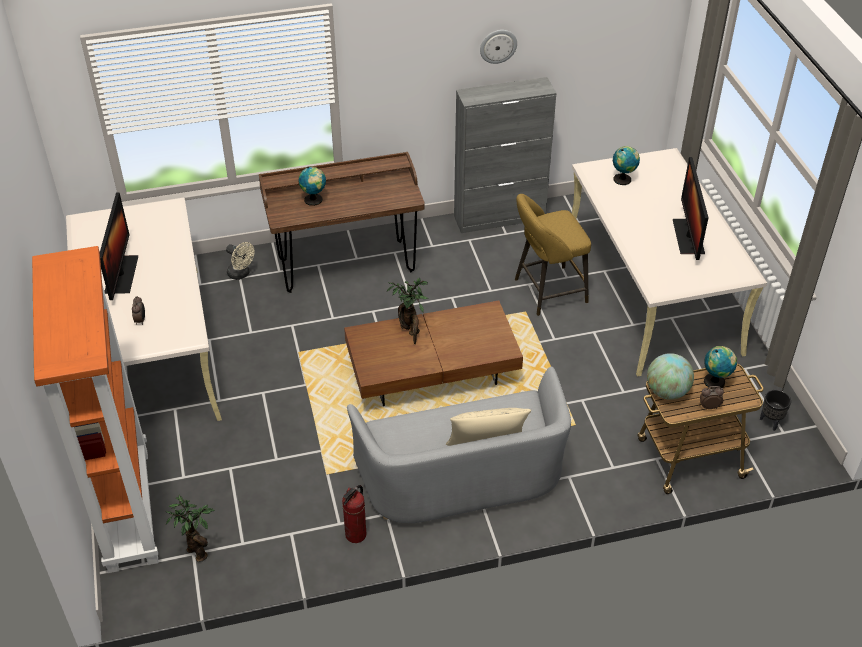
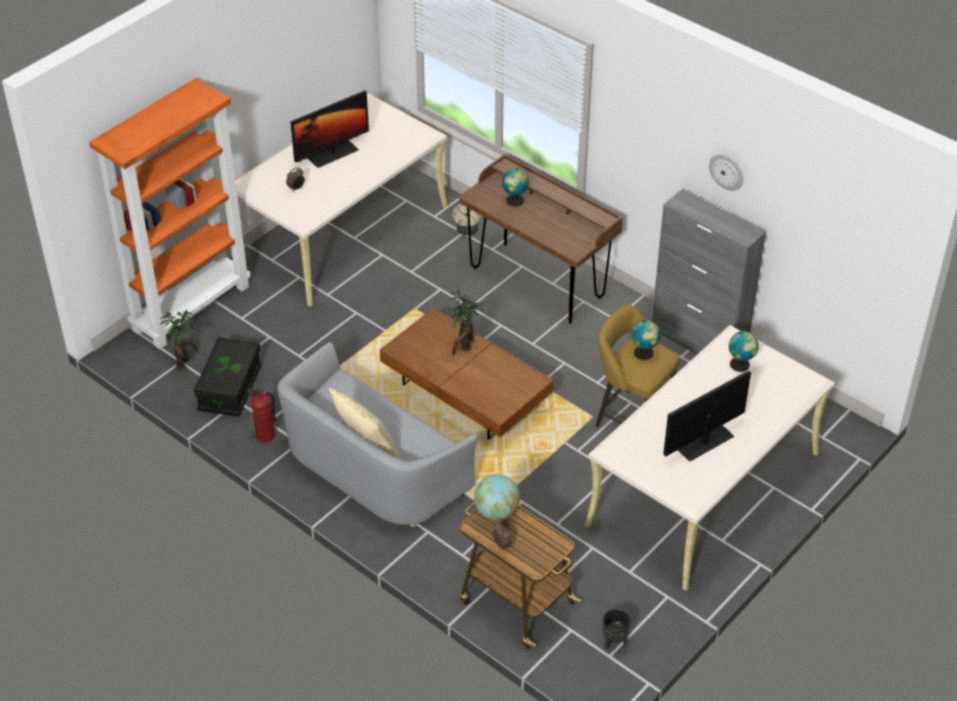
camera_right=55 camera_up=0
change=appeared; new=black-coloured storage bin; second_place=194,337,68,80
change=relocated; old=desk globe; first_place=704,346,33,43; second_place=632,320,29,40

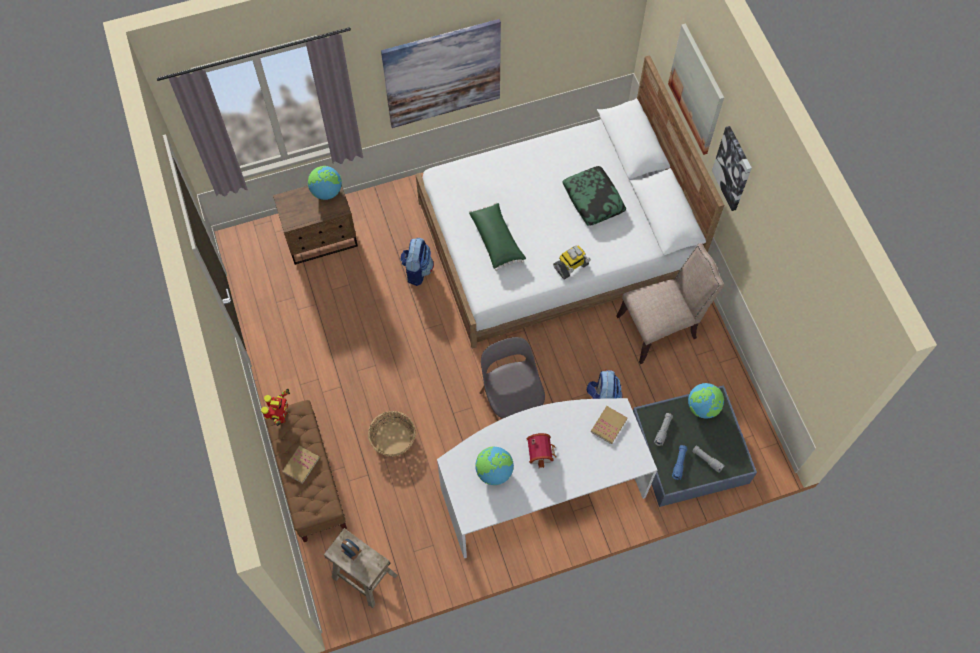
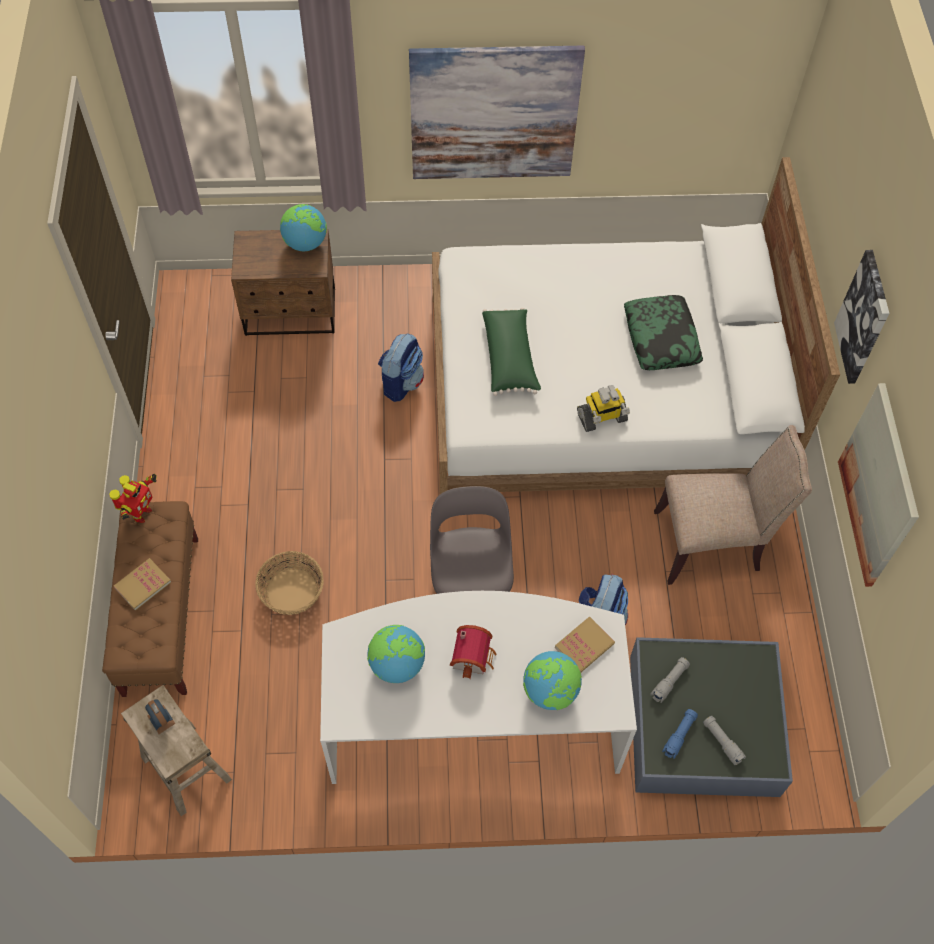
camera_right=15 camera_up=-5
change=relocated; old=desk globe; first_place=688,383,36,36; second_place=523,651,59,59
change=relocated; old=wall art; first_place=668,23,56,132; second_place=838,383,81,204

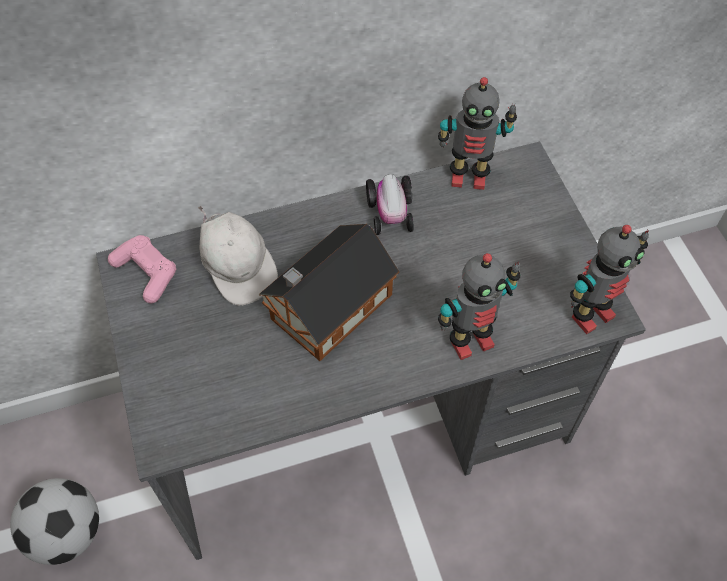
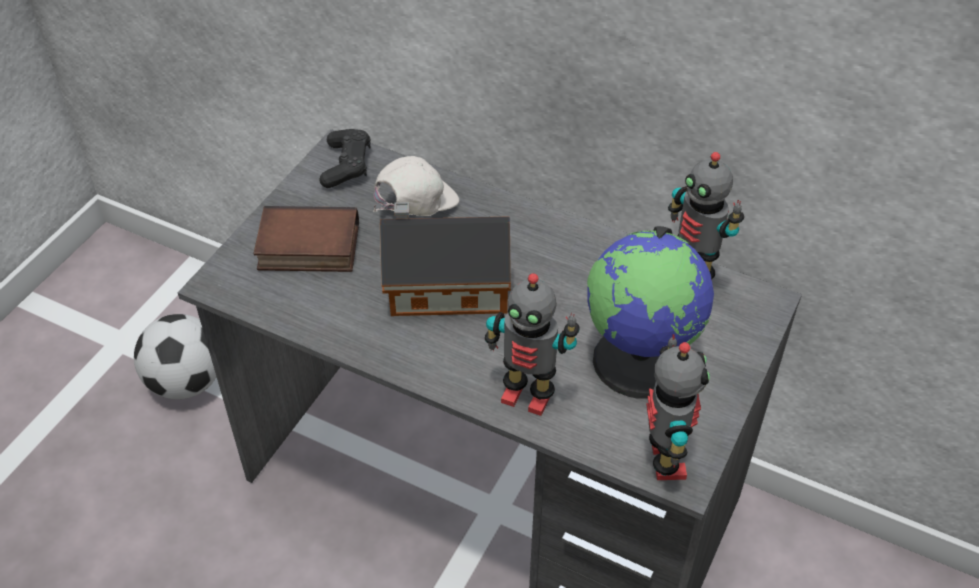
camera_right=45 camera_up=-10
change=appeared; new=book; second_place=254,206,105,66
change=colour; old=pink-coloured game controller; new=black-coloured game controller; first_place=108,235,68,68; second_place=319,129,52,59
change=spun; old=white cap; first_place=198,206,80,100; second_place=373,156,87,60; degrees=-150
change=appeared; new=desk globe; second_place=587,226,127,172
change=spun; old=model robot; first_place=570,225,79,109; second_place=646,334,64,146; degrees=-105
change=missing; old=model car; first_place=366,174,48,61

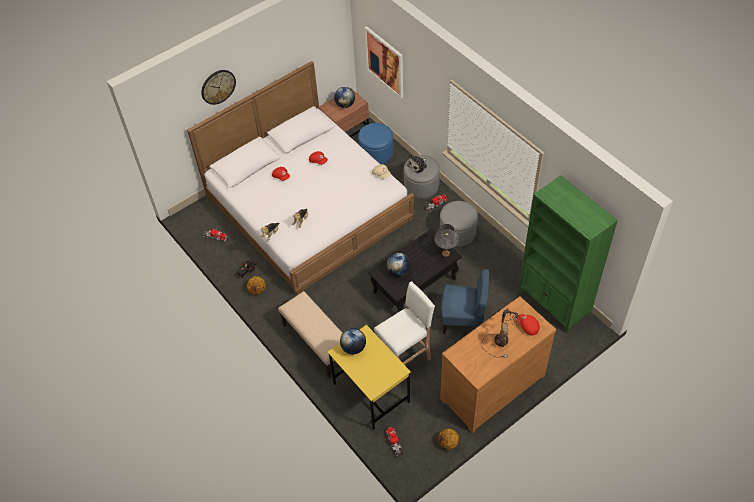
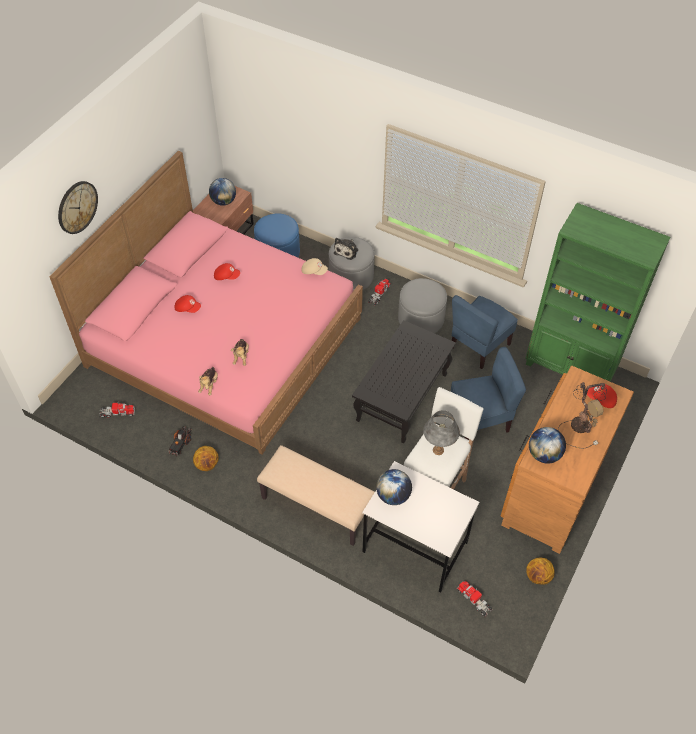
camera_right=-25 camera_up=0
change=colour; old=white bed; new=pink-coloured bed; first_place=187,61,227,234; second_place=49,151,314,303
change=colour; old=yellowish desk unit; new=white desk unit; first_place=328,325,83,105; second_place=362,461,117,132
change=relocated; old=gray lamp for a table; first_place=434,224,25,33; second_place=423,410,37,45
change=appeared; new=bluish upright chair; second_place=452,295,66,74
change=relocated; old=desk globe; first_place=387,253,24,24; second_place=529,427,37,37
change=missing; old=wall art; first_place=364,26,39,72

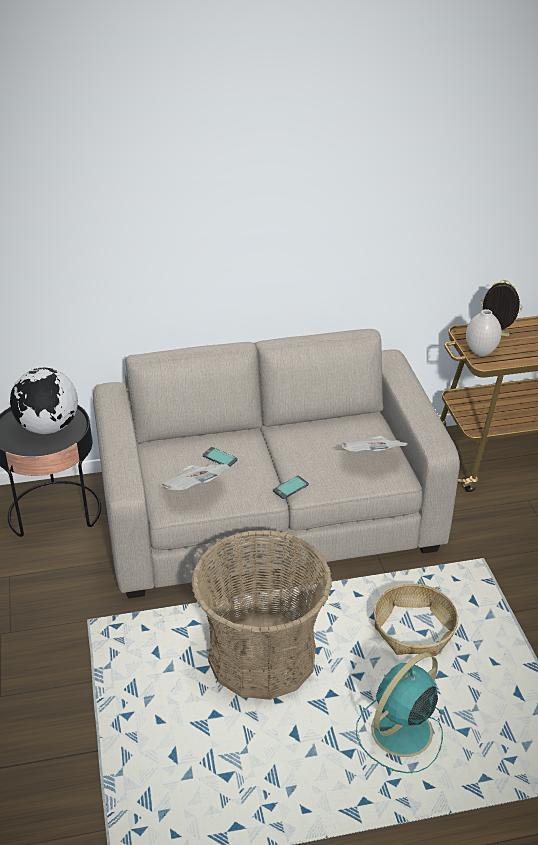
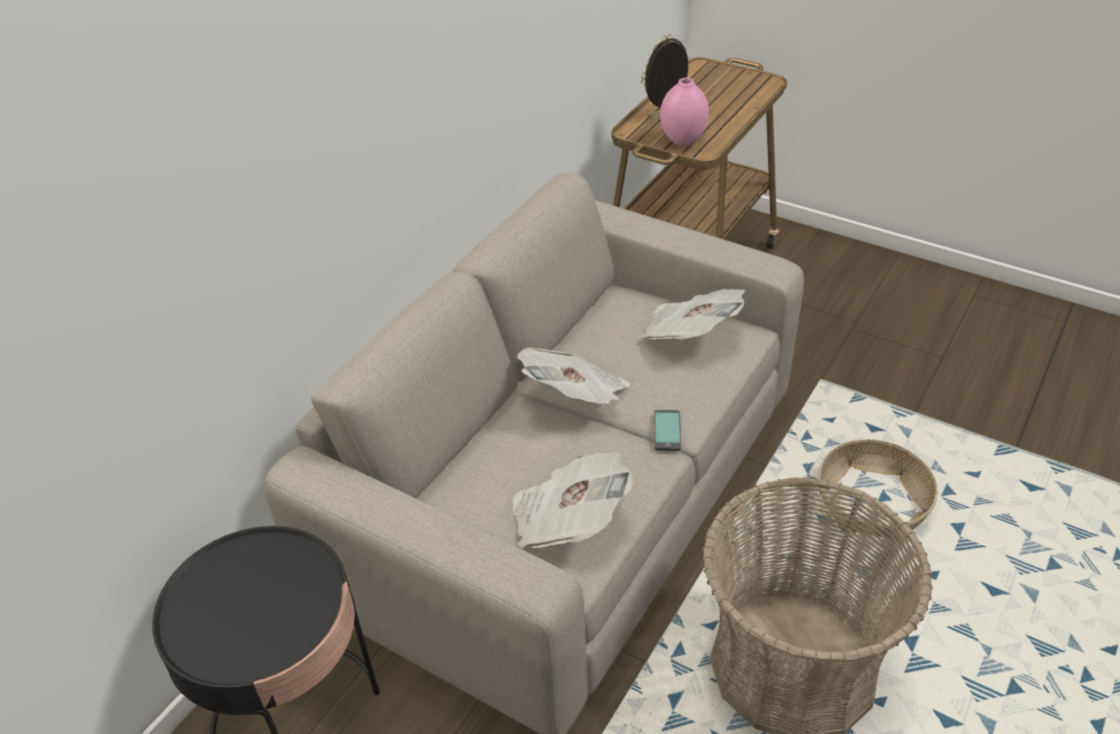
camera_right=-45 camera_up=5
change=appeared; new=newspaper; second_place=517,347,113,58
change=colour; old=white decorative vase; new=pink-coloured decorative vase; first_place=466,309,36,47; second_place=660,78,49,68
change=missing; old=desk globe; first_place=10,368,68,66
change=missing; old=telephone; first_place=203,447,35,20
change=missing; old=turquoise-coloured cooling fan; first_place=356,653,89,120

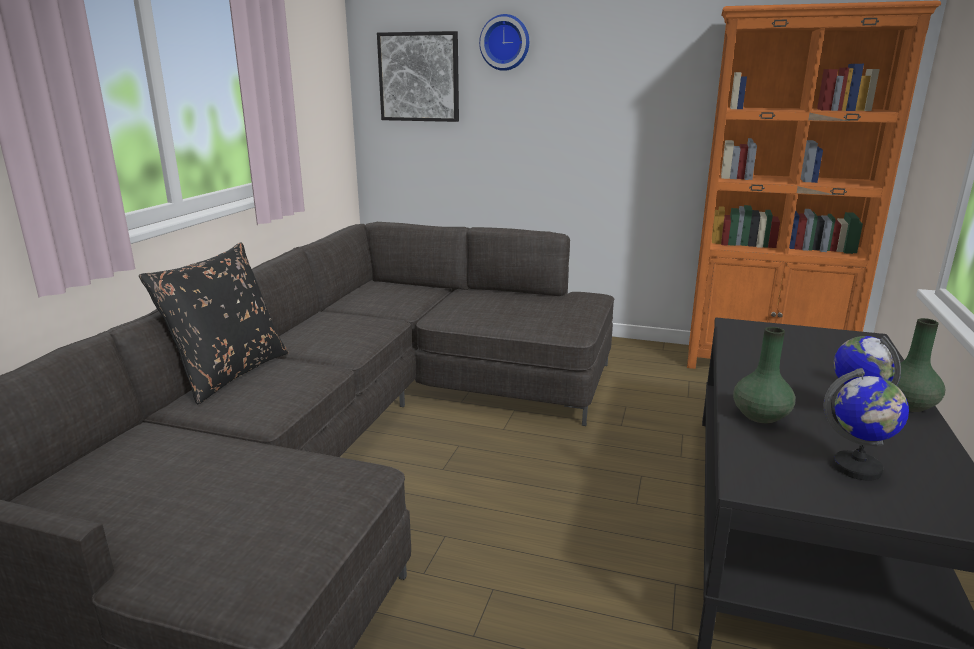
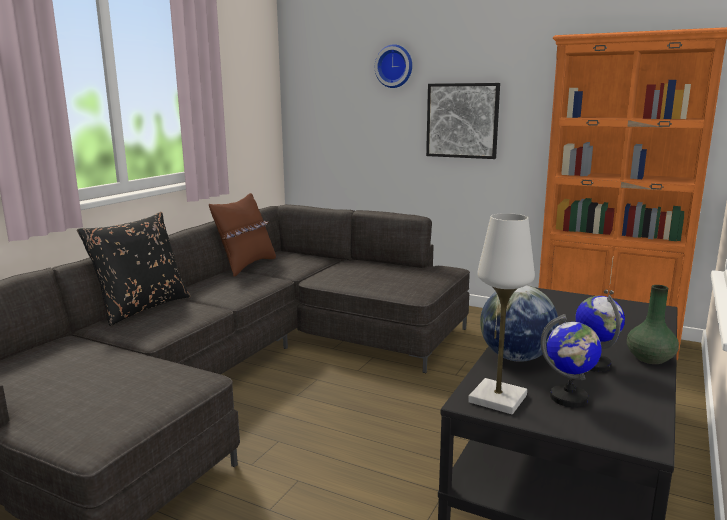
camera_right=10 camera_up=-5
change=appeared; new=brownish throw pillow; second_place=209,193,67,84
change=relocated; old=wall art; first_place=377,31,82,91; second_place=426,83,74,76
change=appeared; new=white lamp for a table; second_place=468,213,67,201
change=exchanged; old=green-coloured decorative vase; new=desk globe; first_place=733,327,62,96; second_place=480,285,79,77

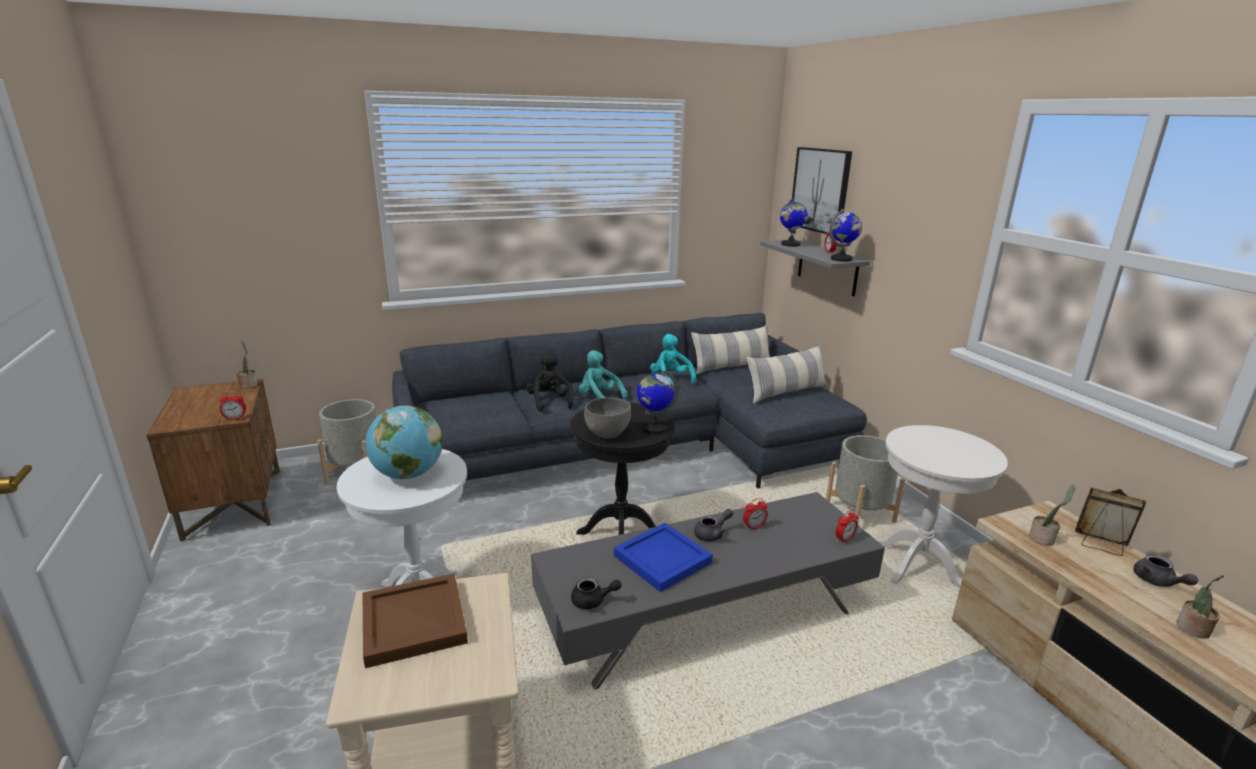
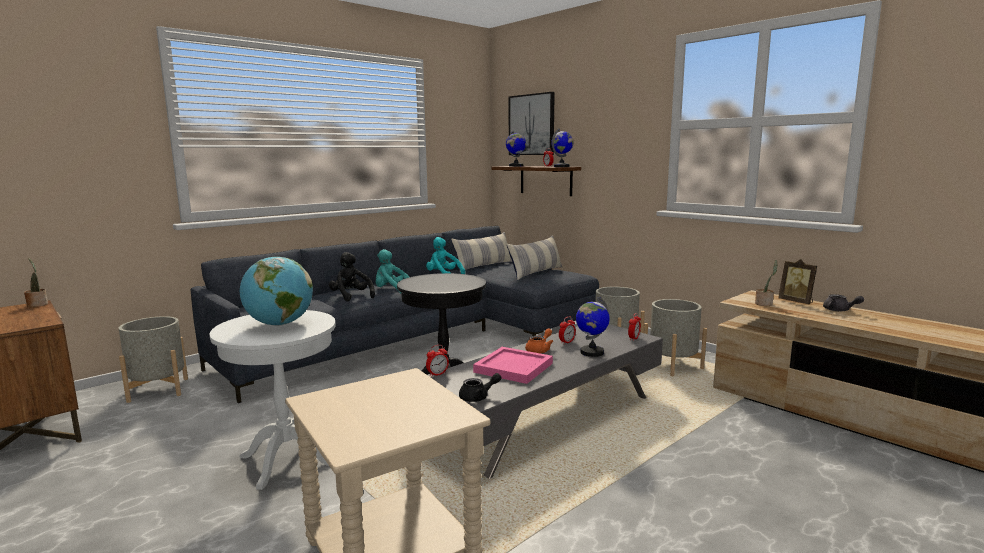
camera_right=-20 camera_up=-10
change=relocated; old=alarm clock; first_place=219,391,27,29; second_place=426,345,23,32
change=colour; old=bluish tray; new=pink-coloured tray; first_place=614,523,99,69; second_place=473,347,80,37
change=colour; old=gray wall shelf; new=brownish wall shelf; first_place=760,239,110,57; second_place=491,166,90,30
change=colour; old=gray tea pot; new=orangey tea pot; first_place=694,509,39,32; second_place=525,328,28,25
change=relocated; old=desk globe; first_place=637,370,42,65; second_place=576,297,34,60
change=exchanged; old=white end table; new=gray flower pot; first_place=878,425,130,163; second_place=644,299,63,77
change=spun; old=picture frame; first_place=1075,488,71,68; second_place=778,259,39,45; degrees=-135
change=missing; old=brownish tray; first_place=363,573,105,95
change=missing; old=gray deep dish; first_place=584,398,47,40
change=missing; old=potted plant; first_place=1176,575,48,64

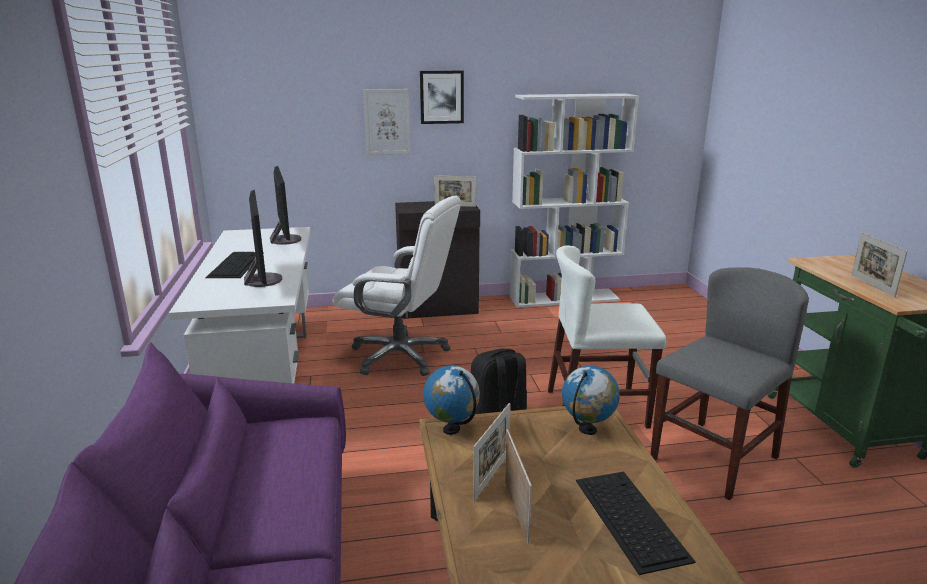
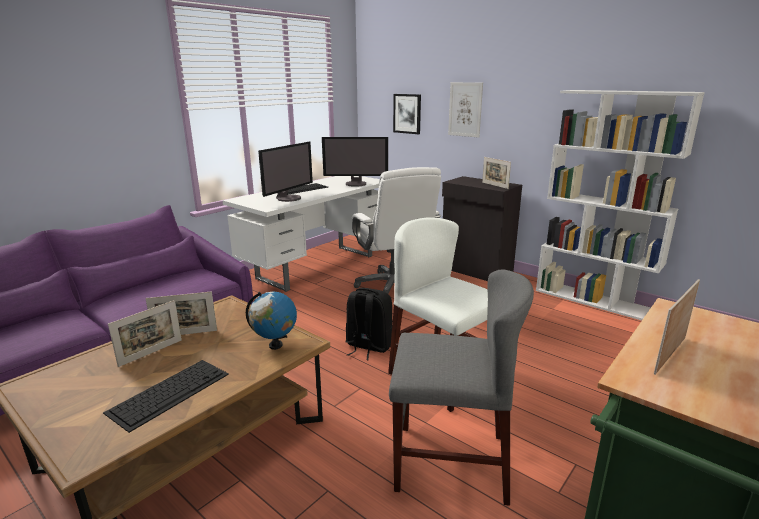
camera_right=50 camera_up=0
change=spun; old=computer display; first_place=270,166,31,79; second_place=322,137,66,50; degrees=60
change=relocated; old=wall art; first_place=420,71,44,53; second_place=393,94,28,40
change=missing; old=desk globe; first_place=423,365,57,70

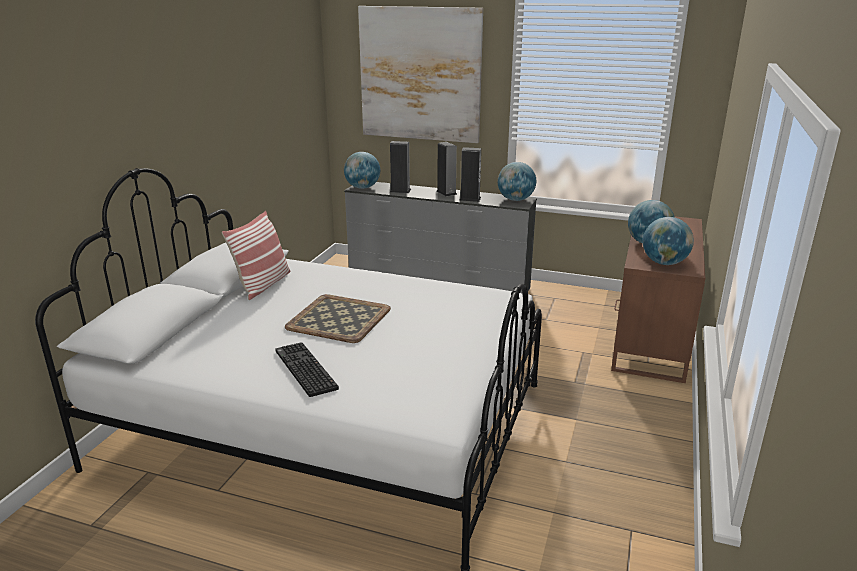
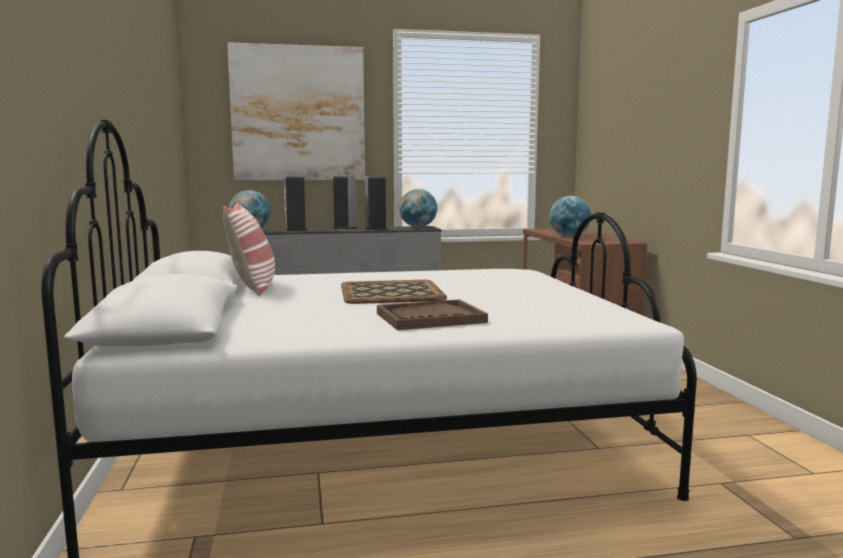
camera_right=-30 camera_up=-15
change=exchanged; old=PC keyboard; new=brownish tray; first_place=276,343,63,54; second_place=377,299,111,31
change=missing; old=desk globe; first_place=643,217,51,48

